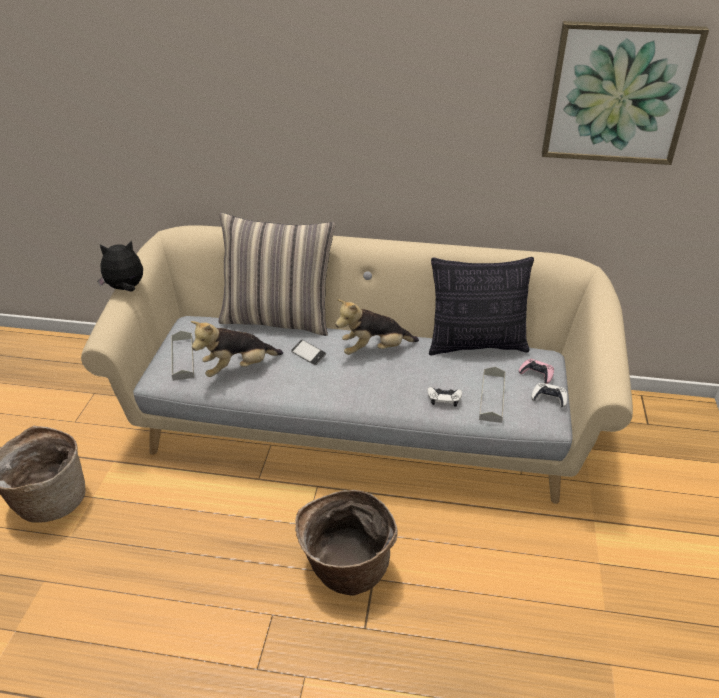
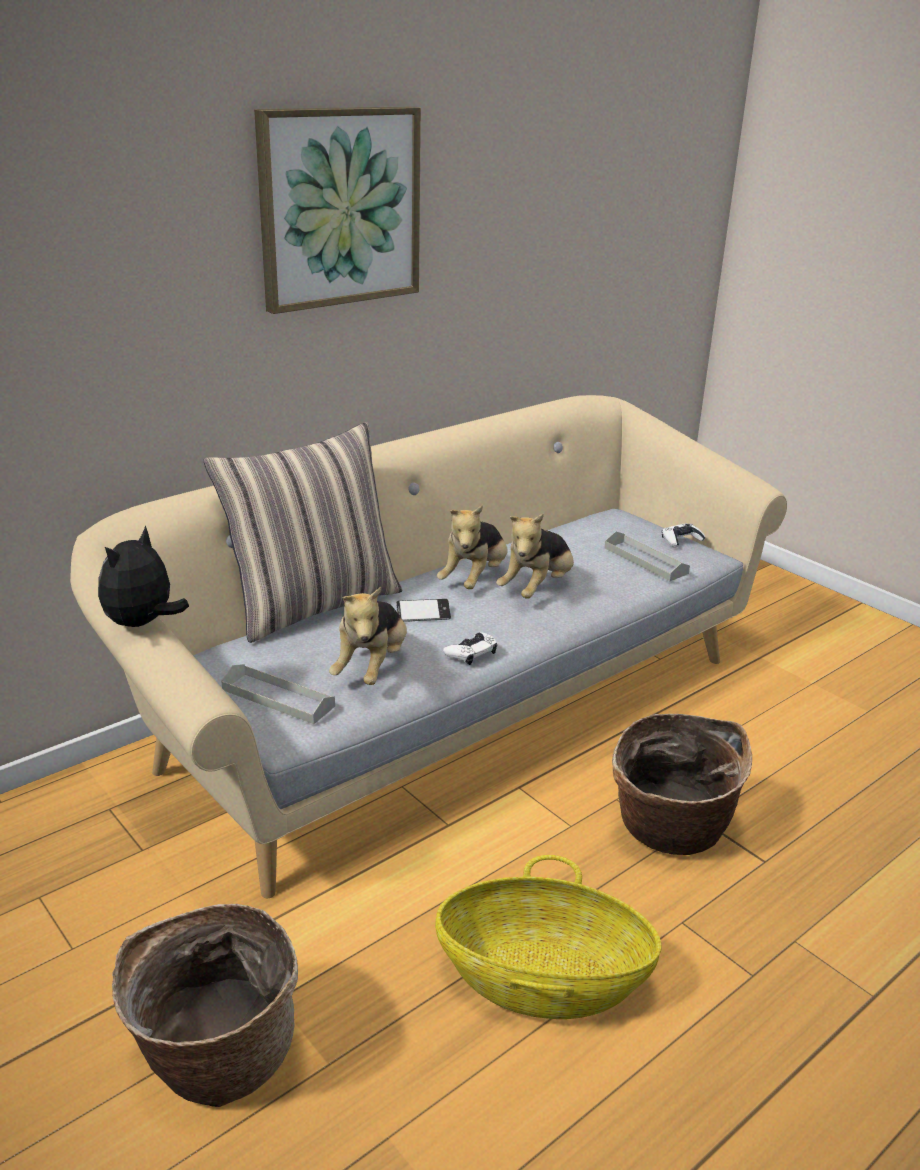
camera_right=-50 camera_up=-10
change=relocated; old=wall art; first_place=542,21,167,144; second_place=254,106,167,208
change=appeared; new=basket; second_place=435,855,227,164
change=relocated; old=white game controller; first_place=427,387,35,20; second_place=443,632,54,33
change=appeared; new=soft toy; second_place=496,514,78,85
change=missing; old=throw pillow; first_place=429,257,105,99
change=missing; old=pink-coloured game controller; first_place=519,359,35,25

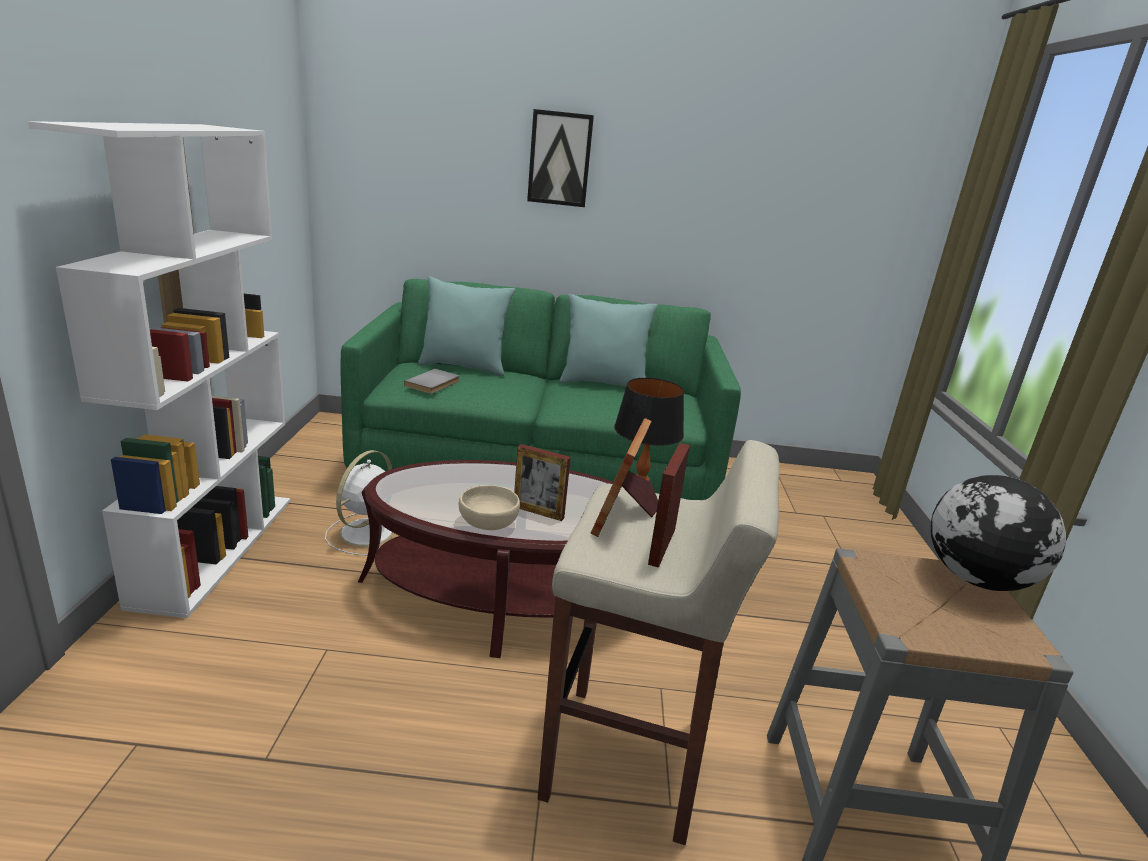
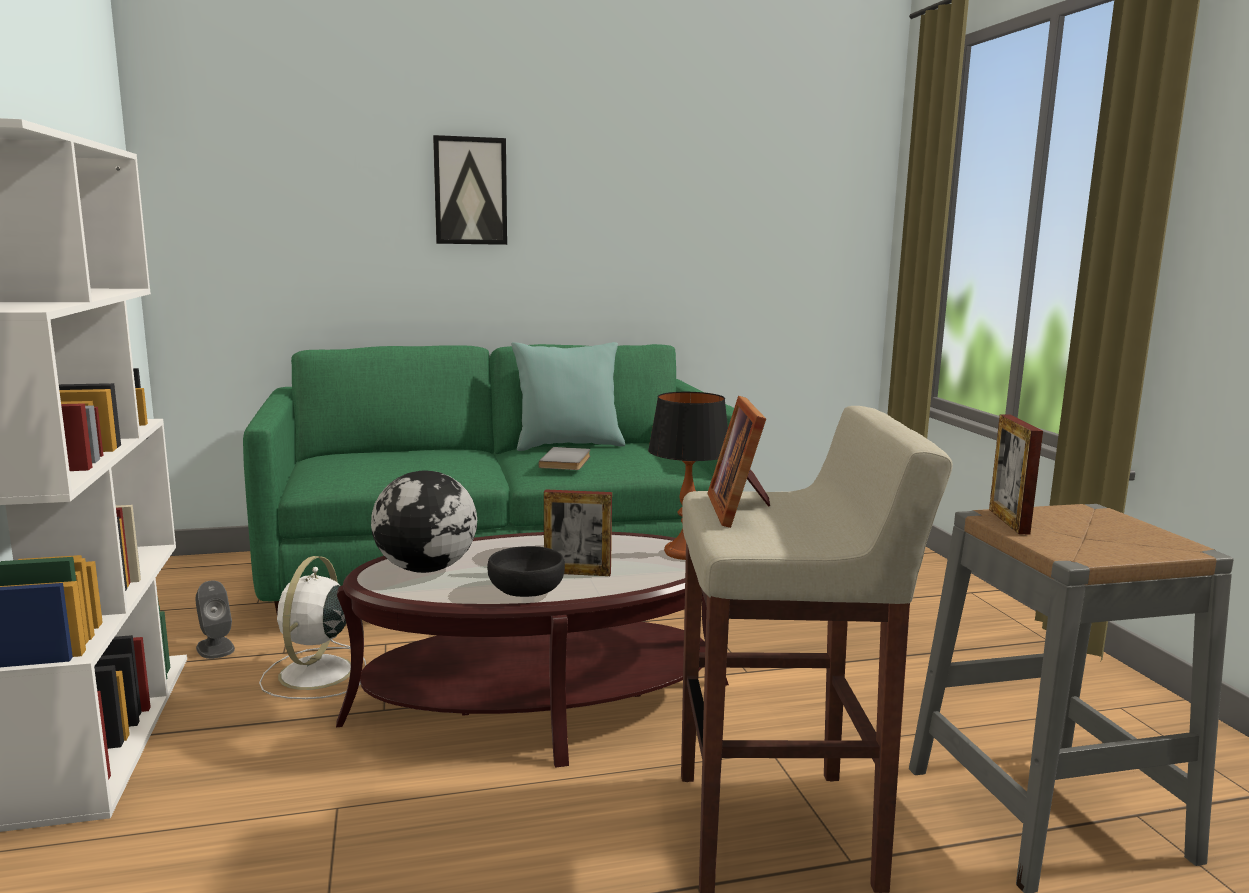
camera_right=-15 camera_up=-10
change=appeared; new=gray speaker; second_place=196,580,39,79
change=relocated; old=desk globe; first_place=931,475,135,116; second_place=371,471,106,102
change=colour; old=sand-coloured deep dish; new=black-coloured deep dish; first_place=459,485,61,45; second_place=487,546,78,51
change=relocated; old=gray book; first_place=404,369,55,25; second_place=538,447,52,23
change=relocated; old=picture frame; first_place=648,443,42,125; second_place=989,414,54,120
change=missing; old=turquoise-coloured throw pillow; first_place=418,276,97,100

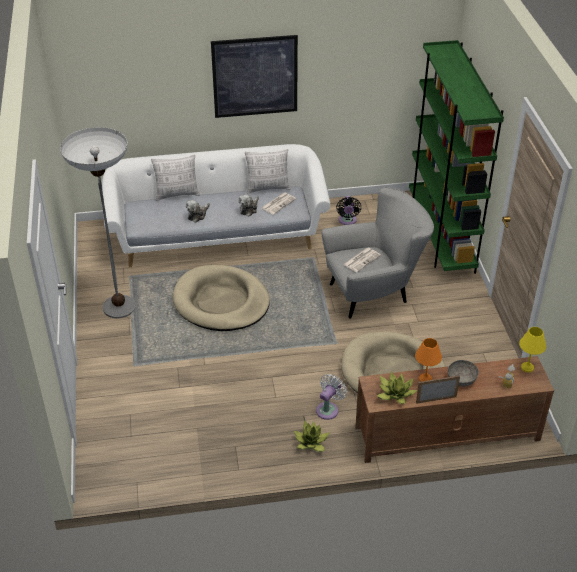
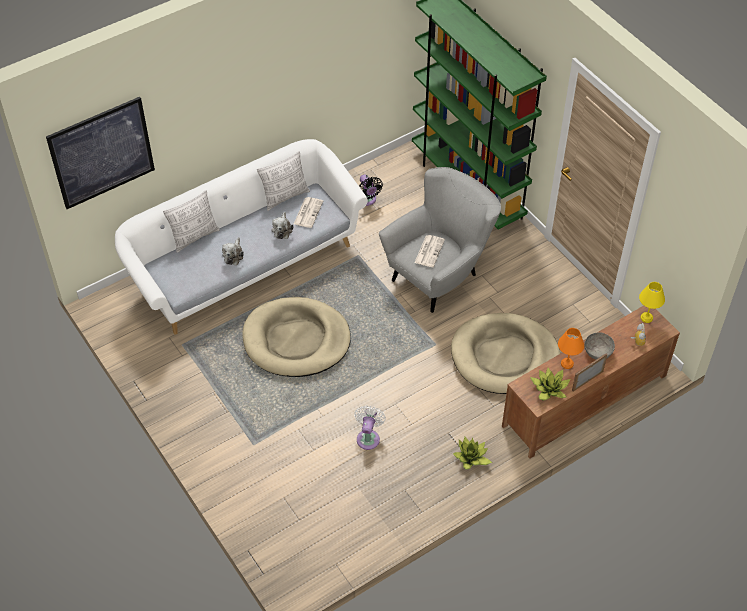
camera_right=-25 camera_up=10
change=relocated; old=wall art; first_place=211,35,87,83; second_place=46,97,109,112
change=relocated; old=white cooling fan; first_place=316,374,31,46; second_place=354,405,32,45
change=missing; old=floor lamp; first_place=60,127,76,191

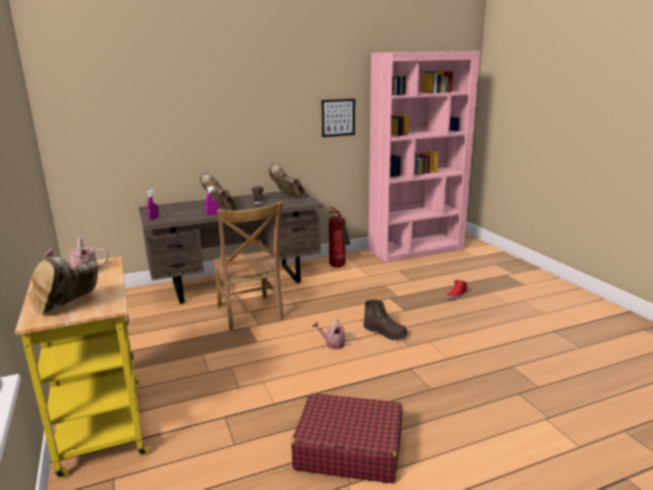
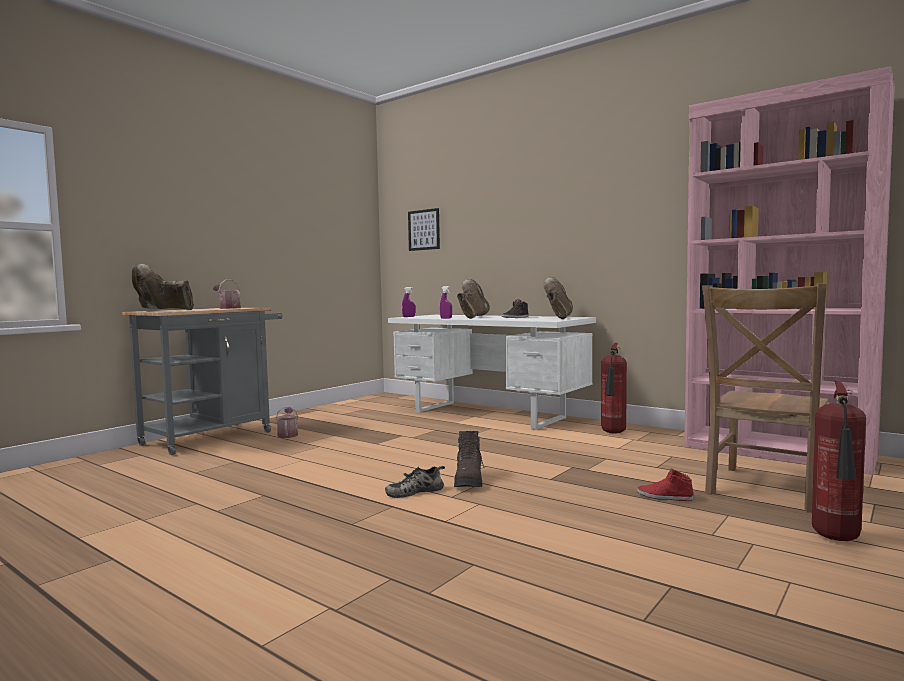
camera_right=60 camera_up=-15
change=colour; old=yellowish wheeled cart; new=gray wheeled cart; first_place=15,257,134,222; second_place=122,307,161,148
change=relocated; old=watering can; first_place=312,319,42,30; second_place=276,407,22,31
change=appeared; new=low shoe; second_place=385,466,60,32
change=colour; old=brownish desk unit; new=white desk unit; first_place=139,191,184,113; second_place=388,315,208,115
change=relocated; old=wall art; first_place=321,99,34,38; second_place=408,208,32,43
change=relocated; old=brownish upright chair; first_place=212,202,72,128; second_place=702,284,126,229
change=appeared; new=fire extinguisher; second_place=812,381,54,160
change=missing; old=reddish travel case; first_place=291,393,111,90

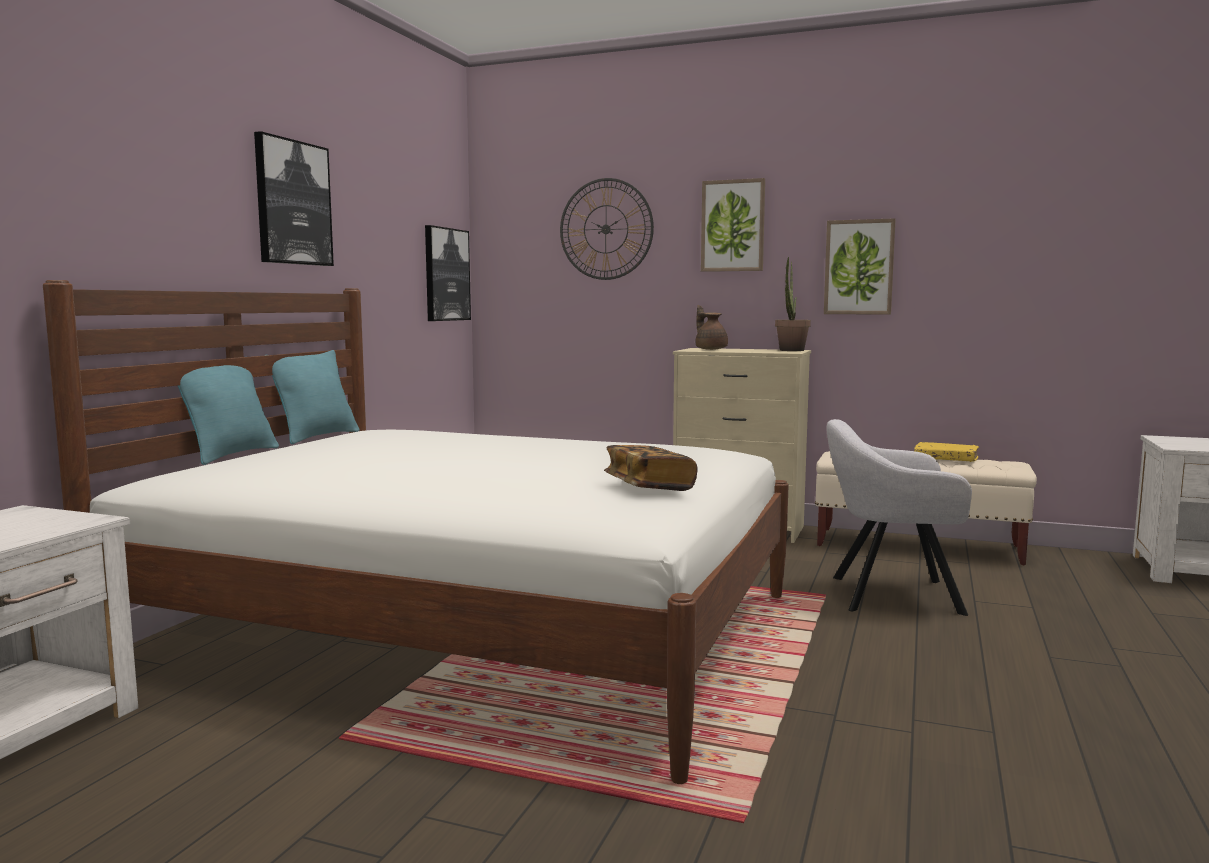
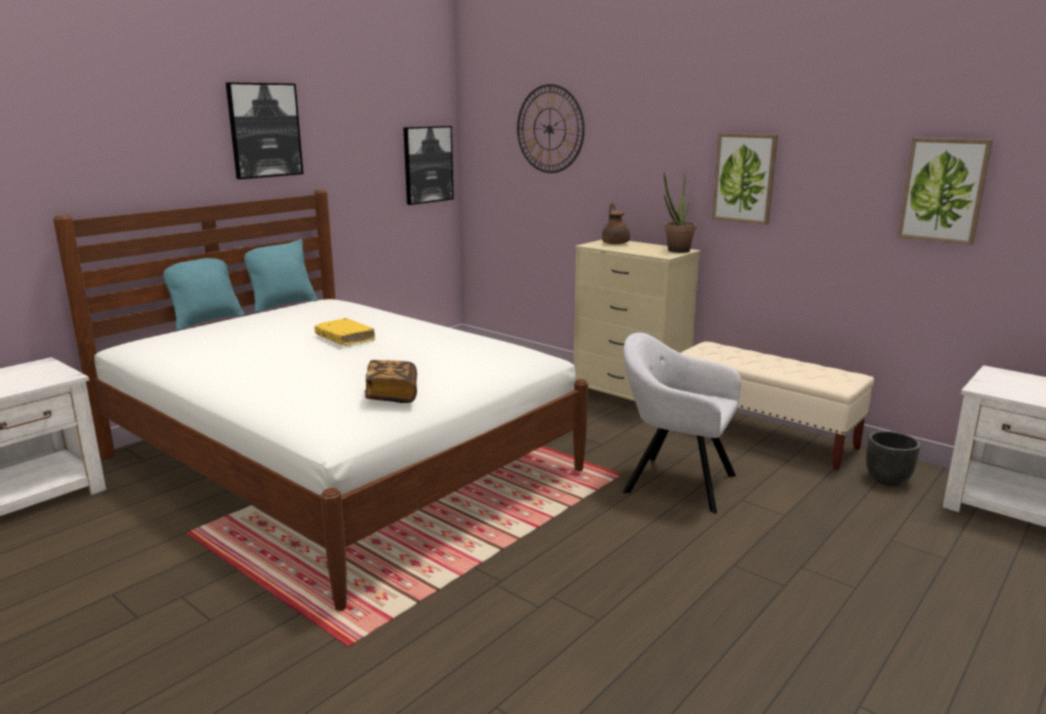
camera_right=20 camera_up=10
change=relocated; old=yellowish book; first_place=914,442,65,20; second_place=314,318,61,27
change=appeared; new=black-coloured flower pot; second_place=866,431,54,55
change=relocated; old=wall art; first_place=701,178,64,94; second_place=897,138,96,107

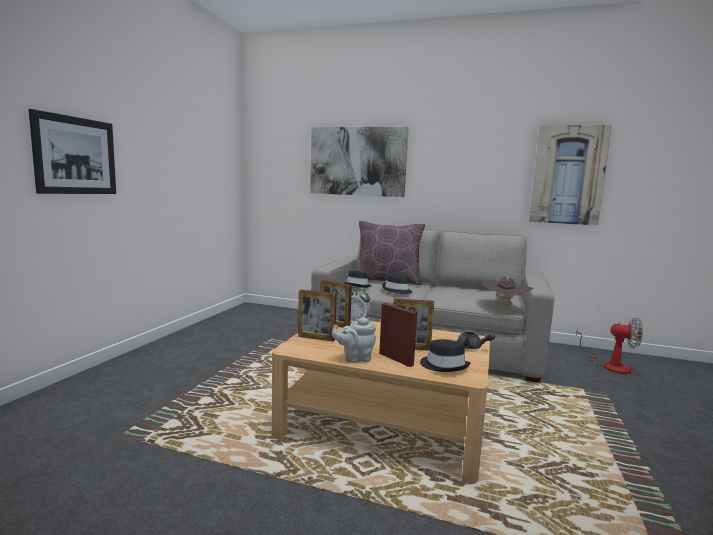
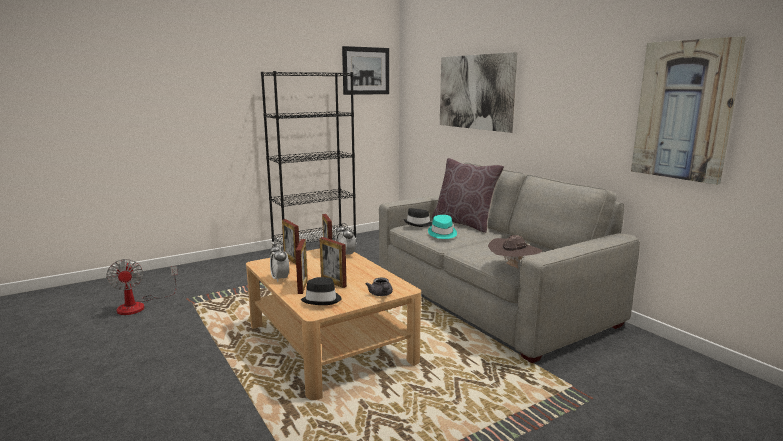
camera_right=40 camera_up=5
change=relocated; old=cooling fan; first_place=576,318,67,56; second_place=106,259,72,56
change=appeared; new=black-coloured bookcase; second_place=261,71,96,180
change=exchanged; old=gray tea pot; new=alarm clock; first_place=332,317,44,46; second_place=270,243,19,39
change=relocated; old=wall art; first_place=29,109,87,85; second_place=342,46,47,49
change=colour; old=black-coloured clothing hat; new=turquoise-coloured clothing hat; first_place=382,272,30,22; second_place=428,215,29,24

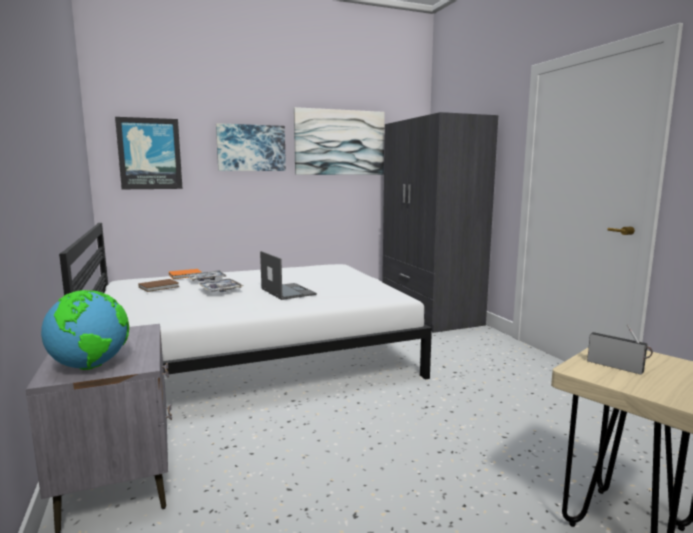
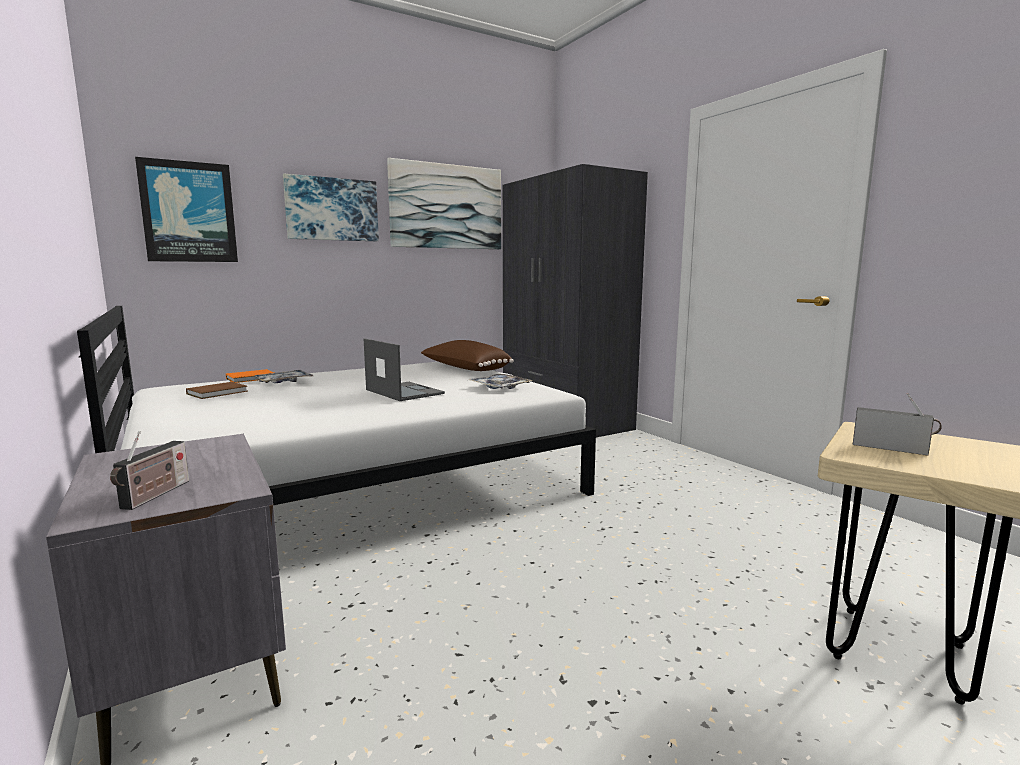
camera_right=-10 camera_up=0
change=exchanged; old=desk globe; new=radio set; first_place=41,290,88,80; second_place=110,431,79,79
change=appeared; new=brownish throw pillow; second_place=421,340,93,31
change=relocated; old=tray; first_place=198,279,45,13; second_place=469,374,64,15

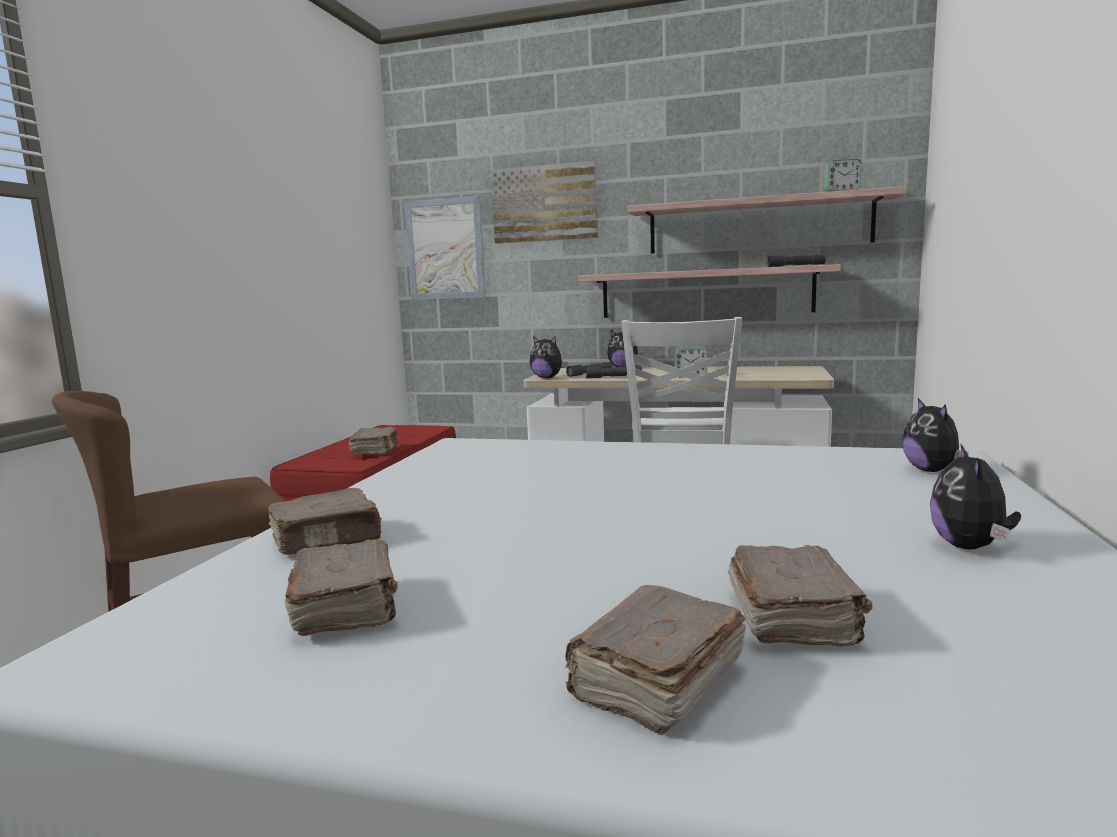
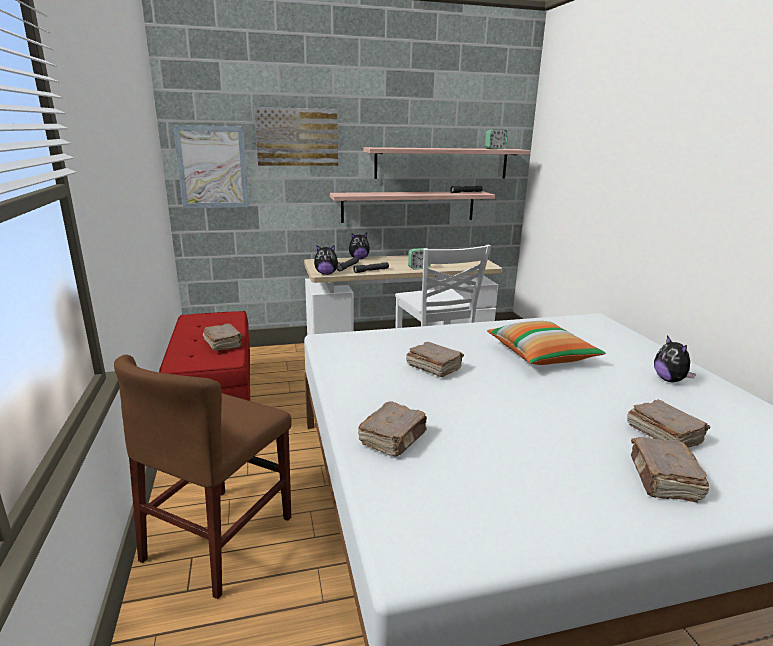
camera_right=-30 camera_up=10
change=relocated; old=brownish book; first_place=285,539,113,97; second_place=406,341,58,36
change=appeared; new=throw pillow; second_place=487,321,119,44
change=missing; old=soft toy; first_place=902,398,67,74

